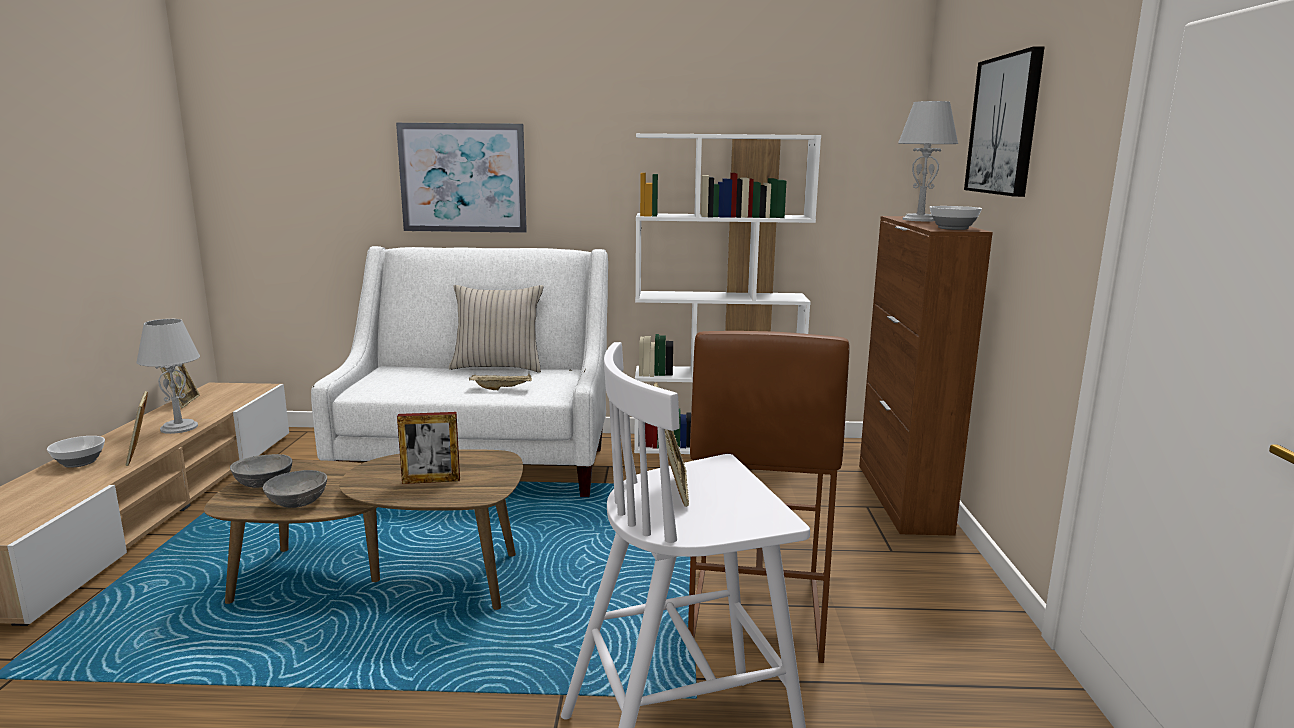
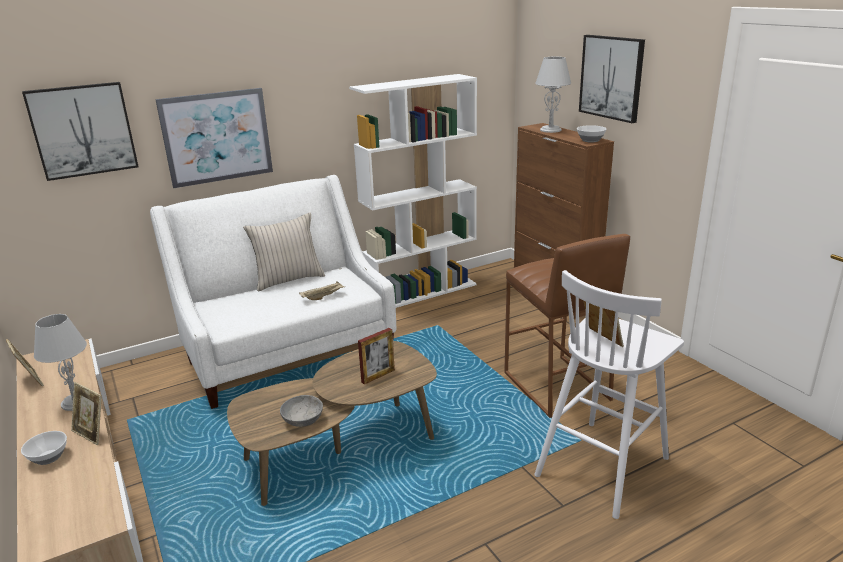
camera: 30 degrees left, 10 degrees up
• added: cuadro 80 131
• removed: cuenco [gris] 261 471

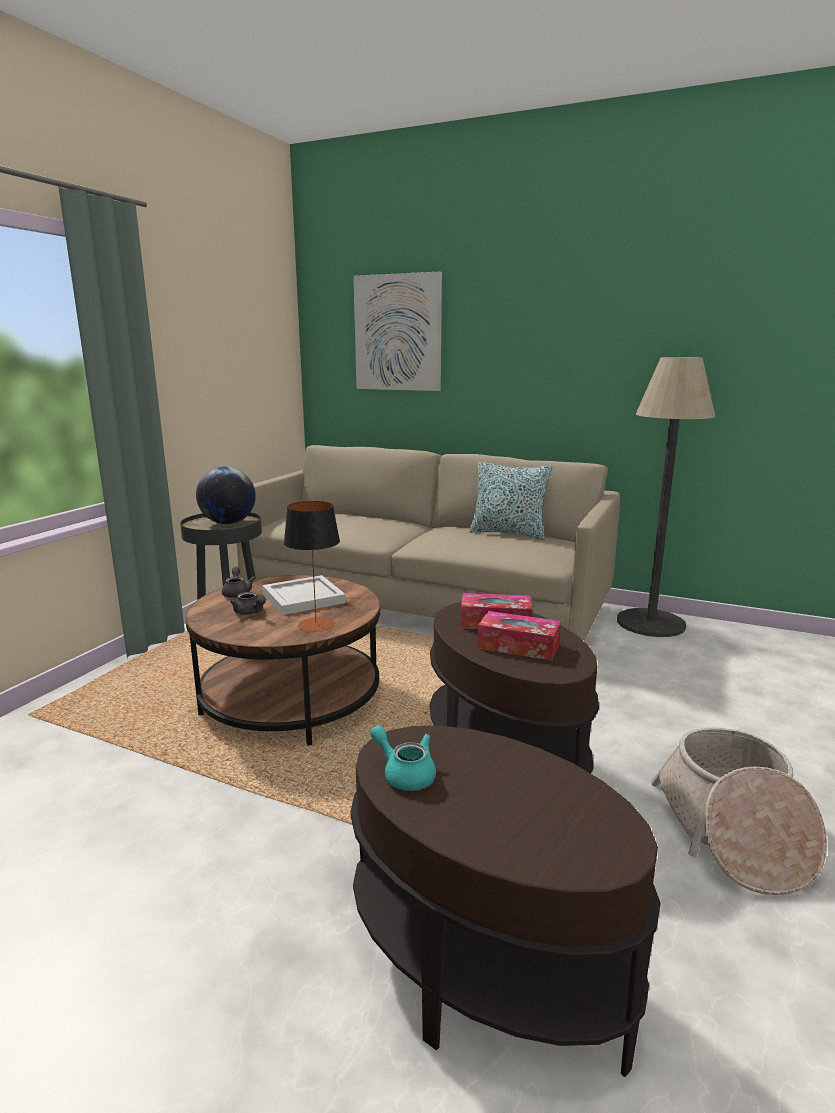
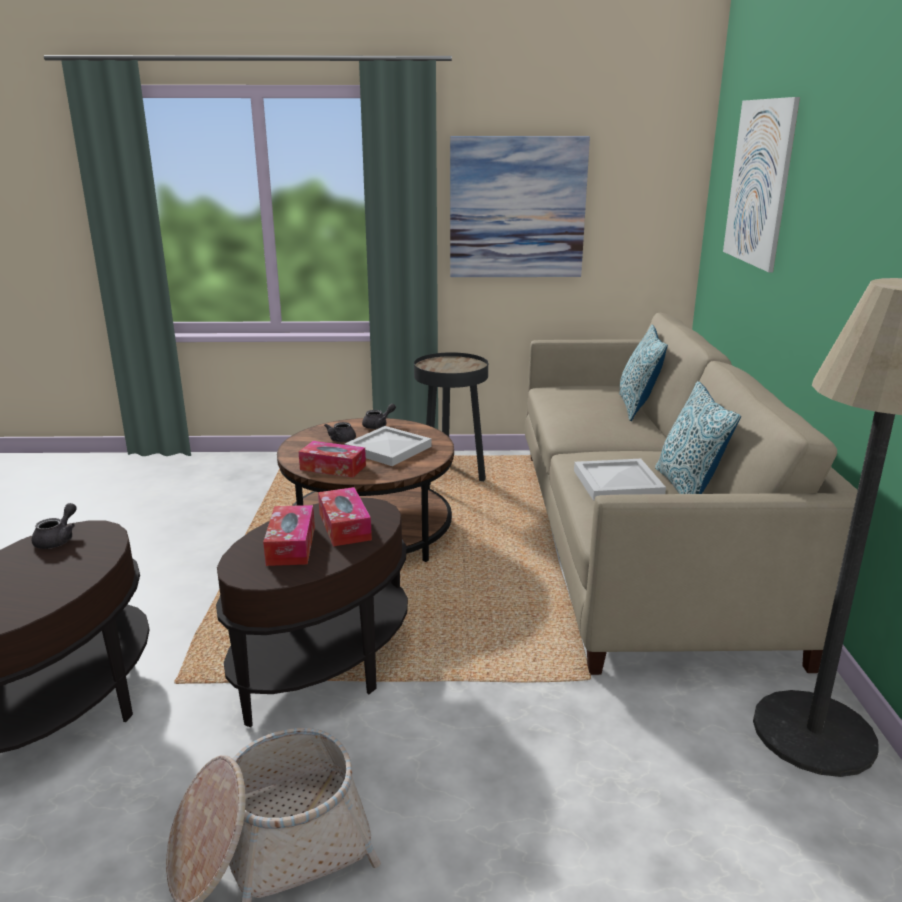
camera: 65 degrees right, 5 degrees up
• recoloured: tetera [turquesa] 403 758 to tetera [gris] 54 526
• replaced: lámpara de mesa 312 566 to caja de pañuelos 332 459
• added: cuadro 520 206
• added: bandeja [blanco] 620 480
• added: cojín 643 373
• removed: globo terráqueo 226 495

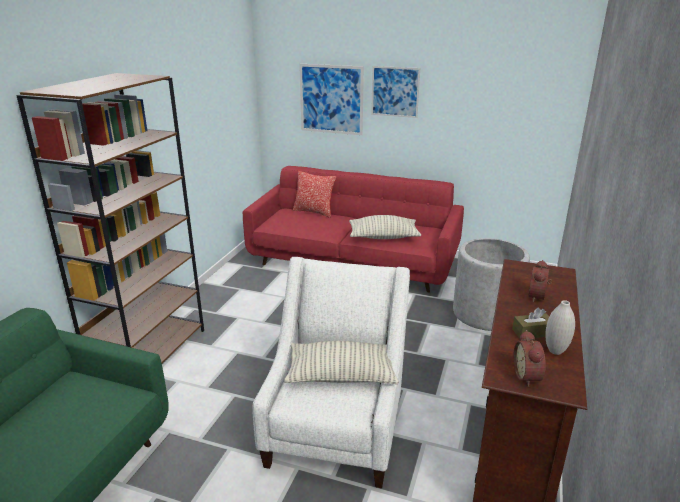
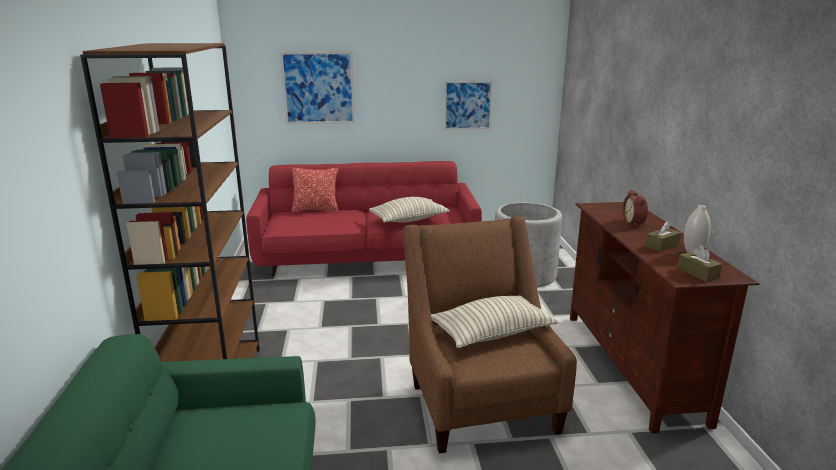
camera: 25 degrees left, 5 degrees down
• recoloured: sillón [blanco] 331 372 to sillón [marrón] 490 335
• moved: cuadro 395 92 to 468 105
• replaced: despertador 529 358 to caja de pañuelos [marrón] 699 263

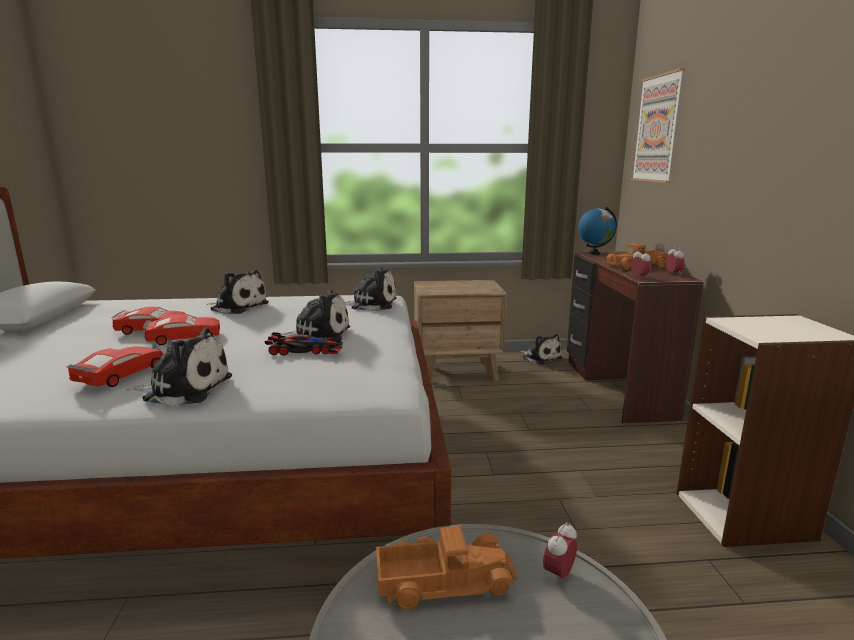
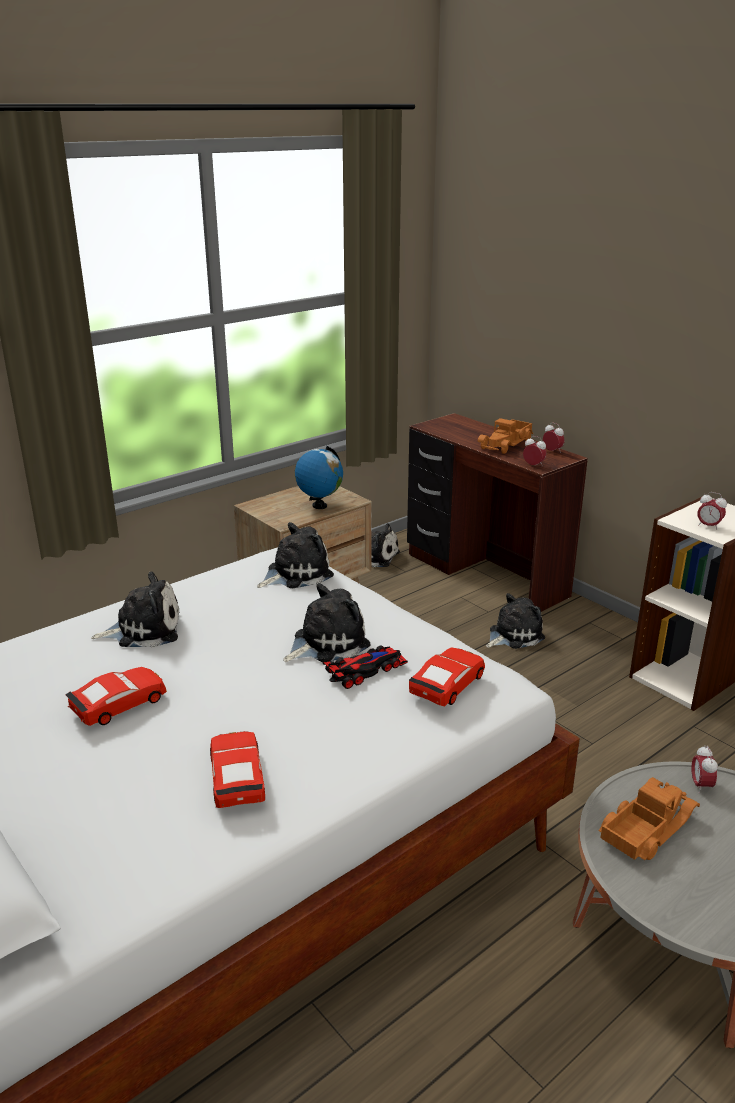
camera: 35 degrees left, 10 degrees up
• moved: globo terráqueo 597 231 to 319 477
• moved: coche de juguete [rojo] 181 329 to 447 676
• moved: peluche 179 367 to 515 621
• added: despertador 712 511
• removed: cuadro 658 125

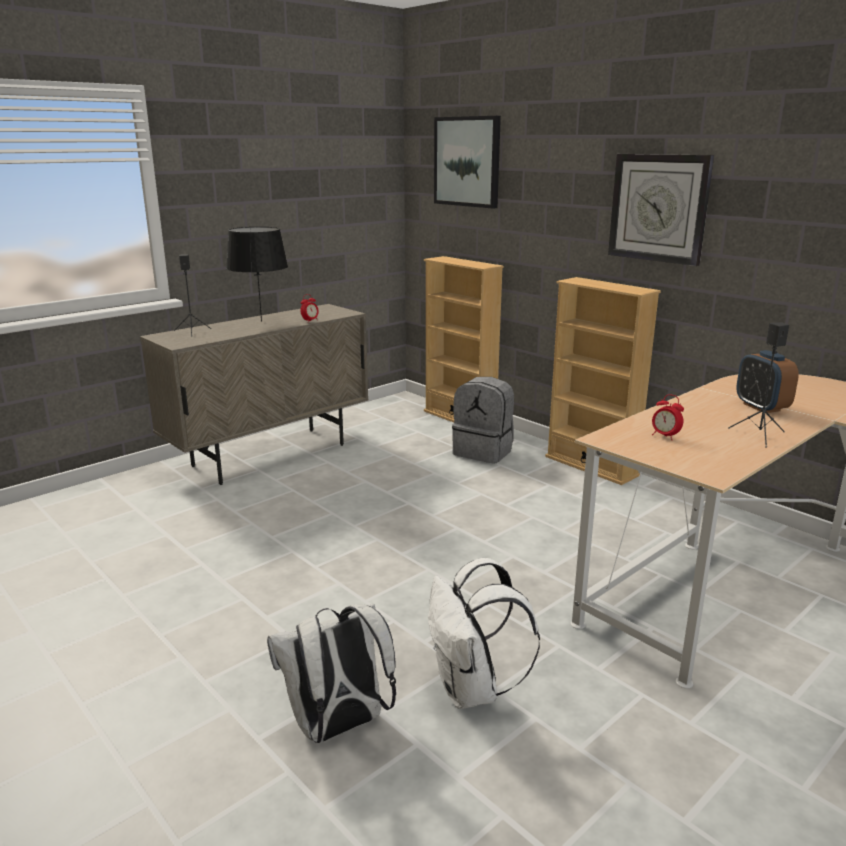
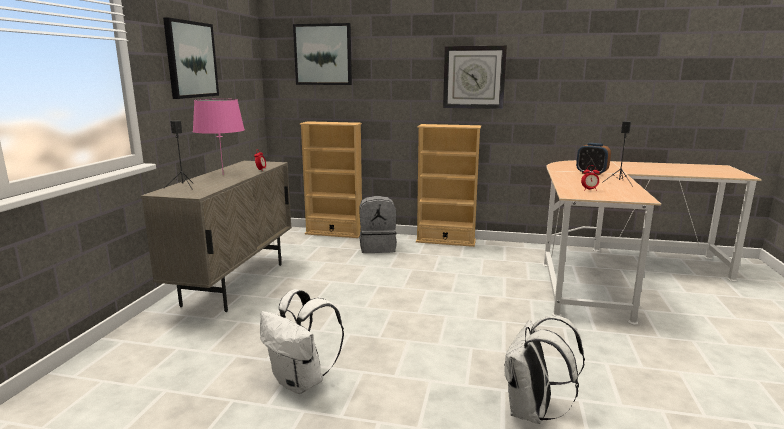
camera: 35 degrees left, 5 degrees down
• added: cuadro 191 58
• recoloured: lámpara de mesa [negro] 257 274 to lámpara de mesa [rosa] 219 137
• moved: mochila [blanco] 484 633 to 302 341

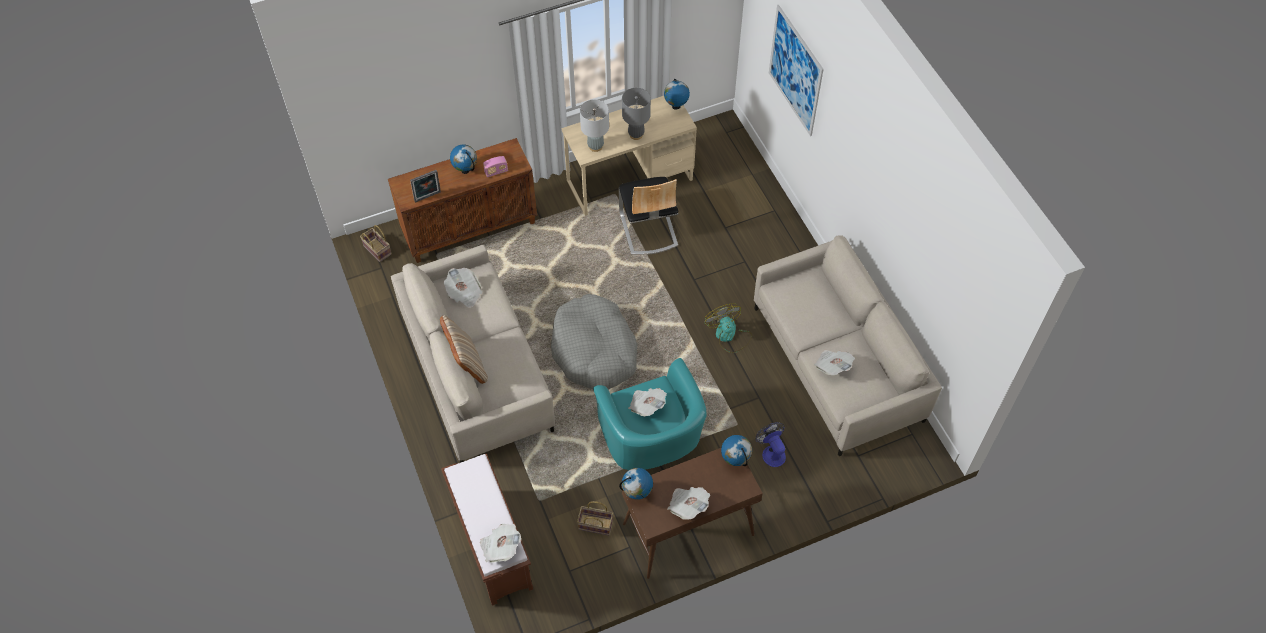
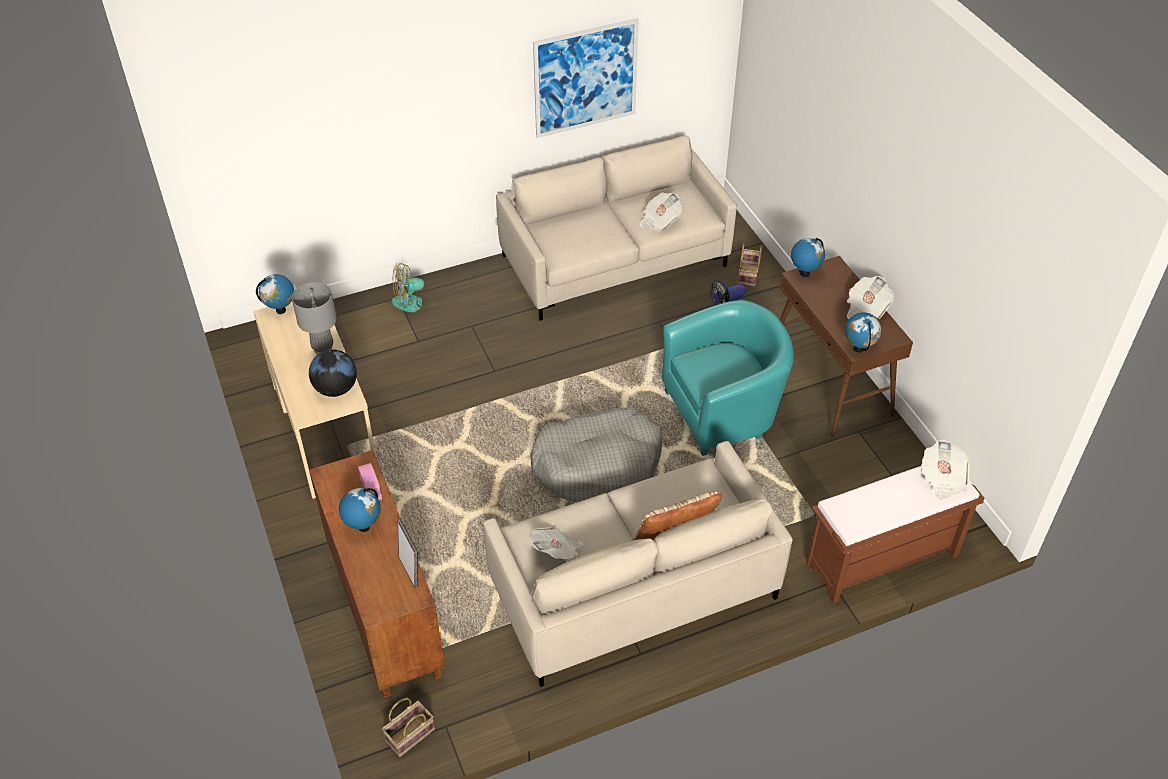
camera: 90 degrees left, 10 degrees down
• replaced: lámpara de mesa [gris] 594 125 to globo terráqueo 333 373
• moved: ventilador 728 328 to 415 287
• moved: cuadro 796 70 to 586 78
• moved: cesta 595 518 to 750 265
• removed: silla 648 216
• removed: periódico 647 402

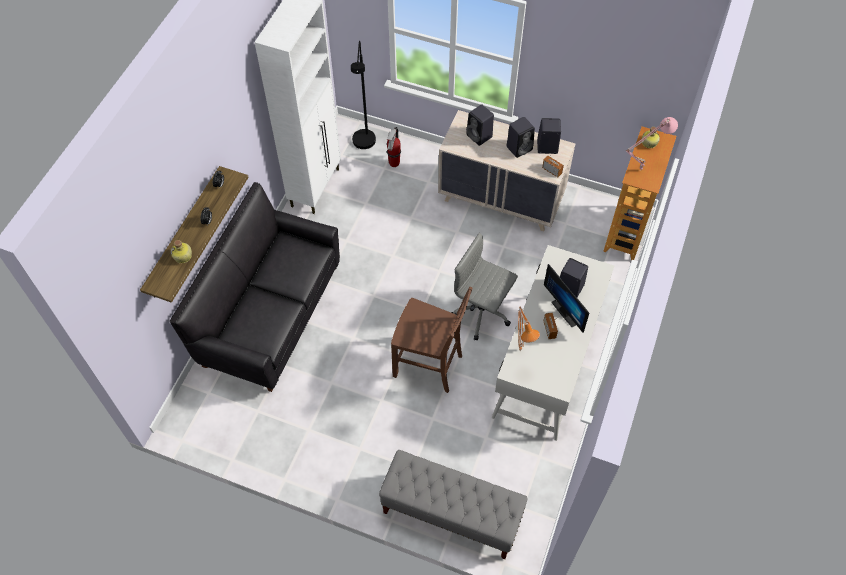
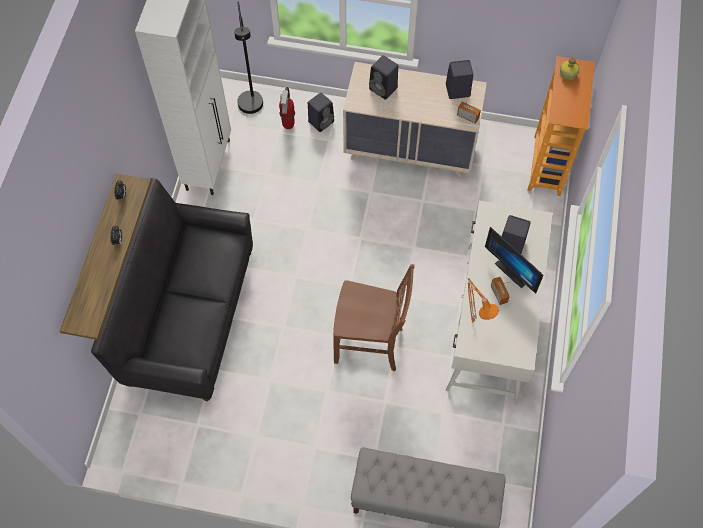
camera: 10 degrees left, 5 degrees up
• moved: altavoz [negro] 520 137 to 321 112
• removed: botella 181 251
• removed: silla de oficina [gris] 484 287
• removed: lámpara de mesa [rosa] 652 143

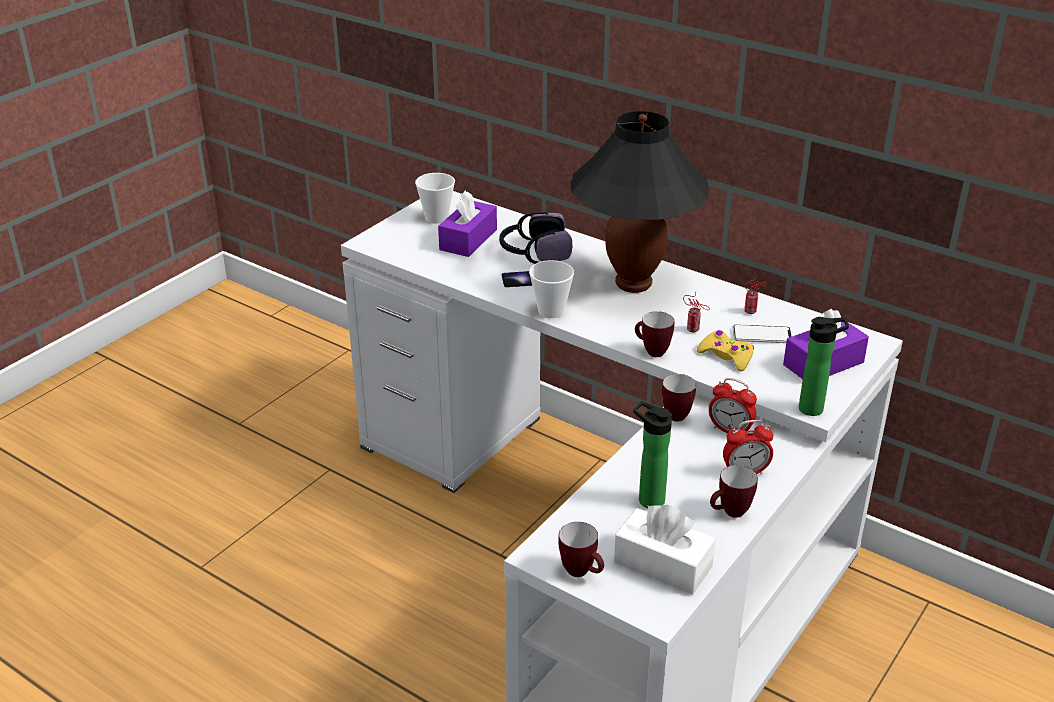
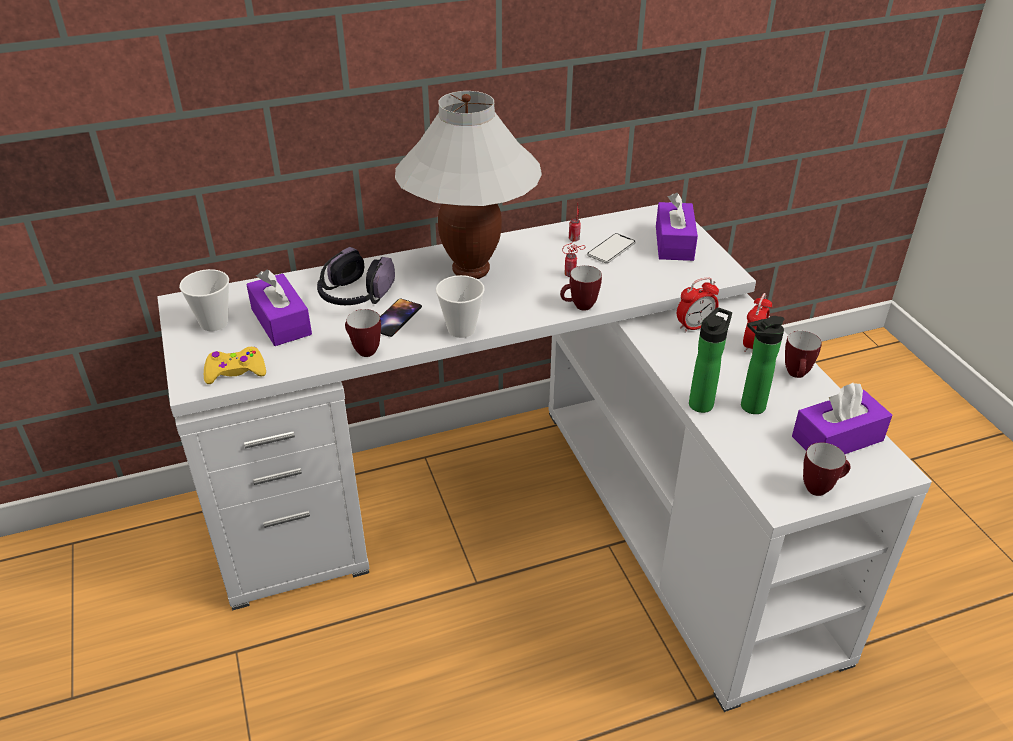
camera: 55 degrees left, 5 degrees up
• moved: mando de consola [amarillo] 725 350 to 235 365
• moved: taza grande 679 398 to 363 333
• recoloured: lámpara de mesa [negro] 640 202 to lámpara de mesa [blanco] 468 185
• moved: botella 824 366 to 710 360
• recoloured: caja de pañuelos [blanco] 665 550 to caja de pañuelos [morado] 842 418

